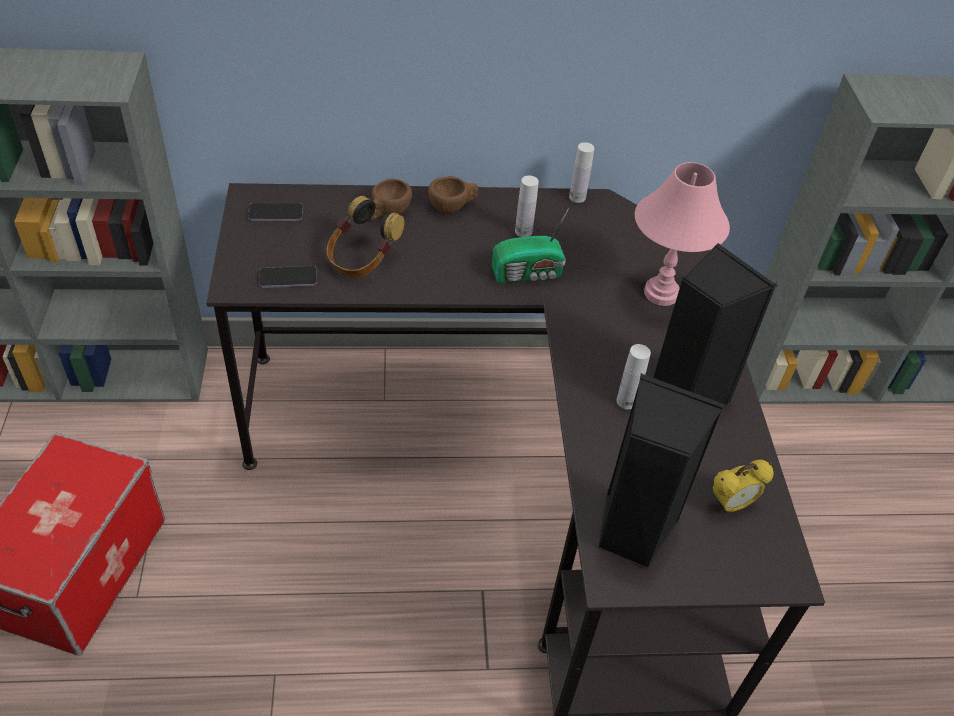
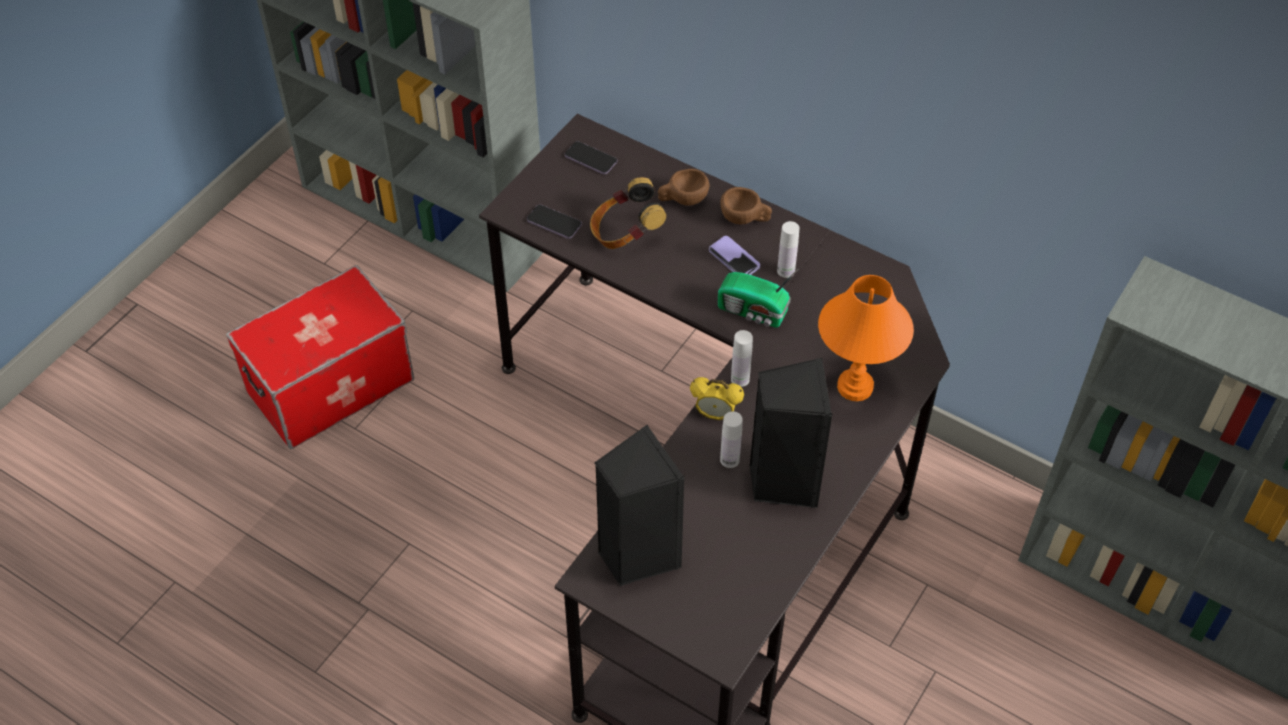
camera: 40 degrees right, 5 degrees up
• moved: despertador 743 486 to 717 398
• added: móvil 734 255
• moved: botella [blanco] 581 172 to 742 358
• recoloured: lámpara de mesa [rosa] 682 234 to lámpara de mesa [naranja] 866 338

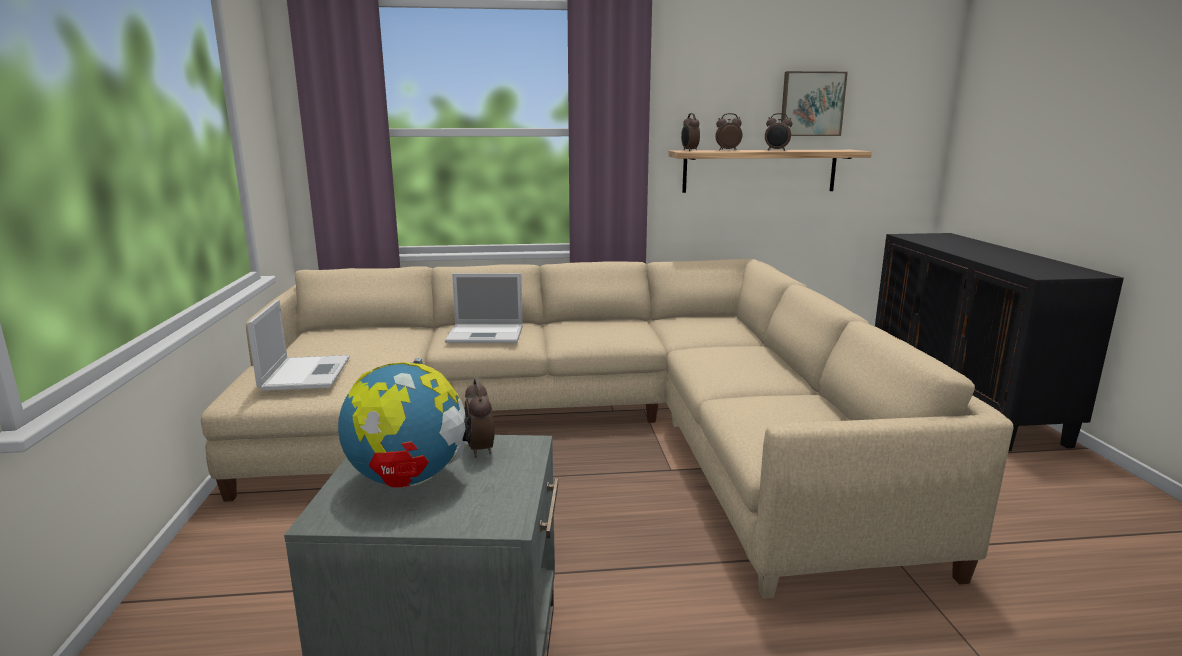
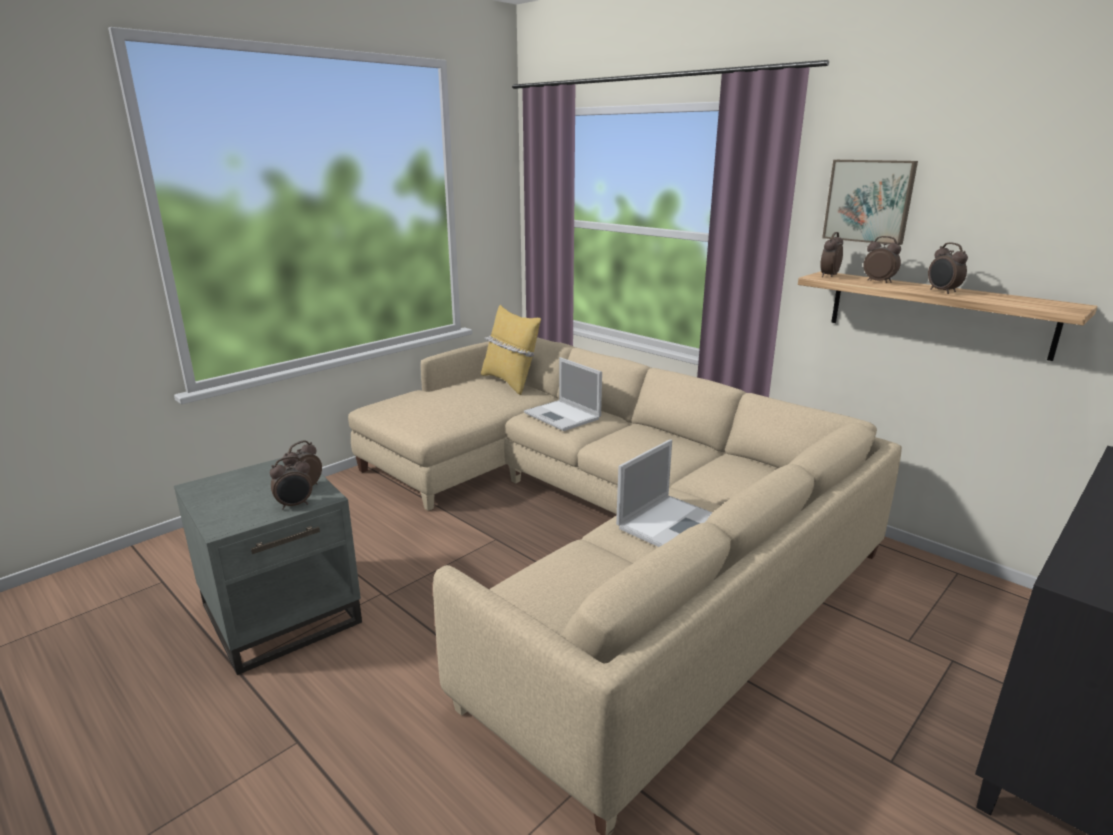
camera: 50 degrees right, 5 degrees up
• added: despertador 291 483
• added: cojín [amarillo] 511 350
• moved: portátil 298 345 to 664 493
• moved: cuadro 814 103 to 870 202
• removed: globo terráqueo 404 423

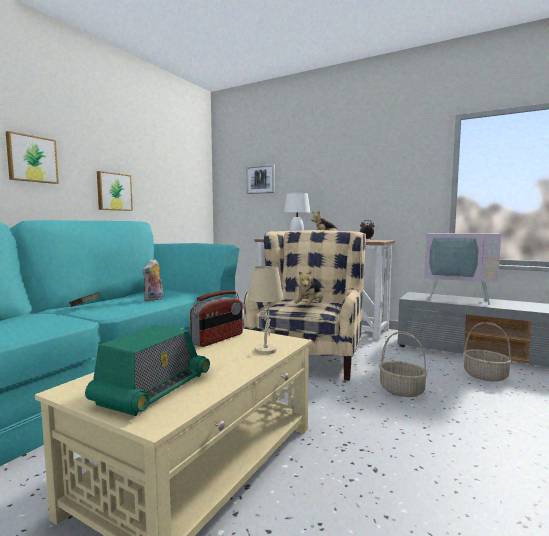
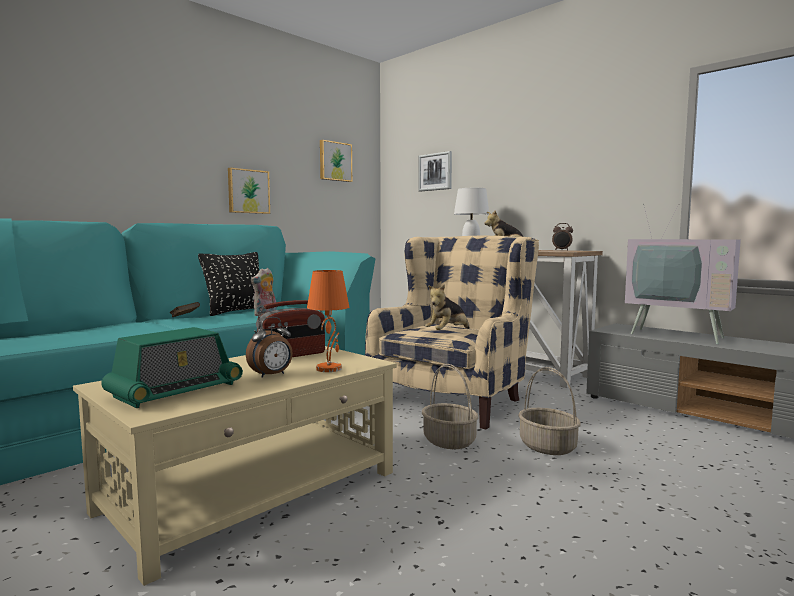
camera: 15 degrees right, 0 degrees up
• added: cojín [negro] 228 284
• added: despertador 269 347
• recoloured: lámpara de mesa [beis] 266 310 to lámpara de mesa [naranja] 328 321
• moved: cuadro 32 157 to 336 161
• moved: cesta 487 352 to 450 406

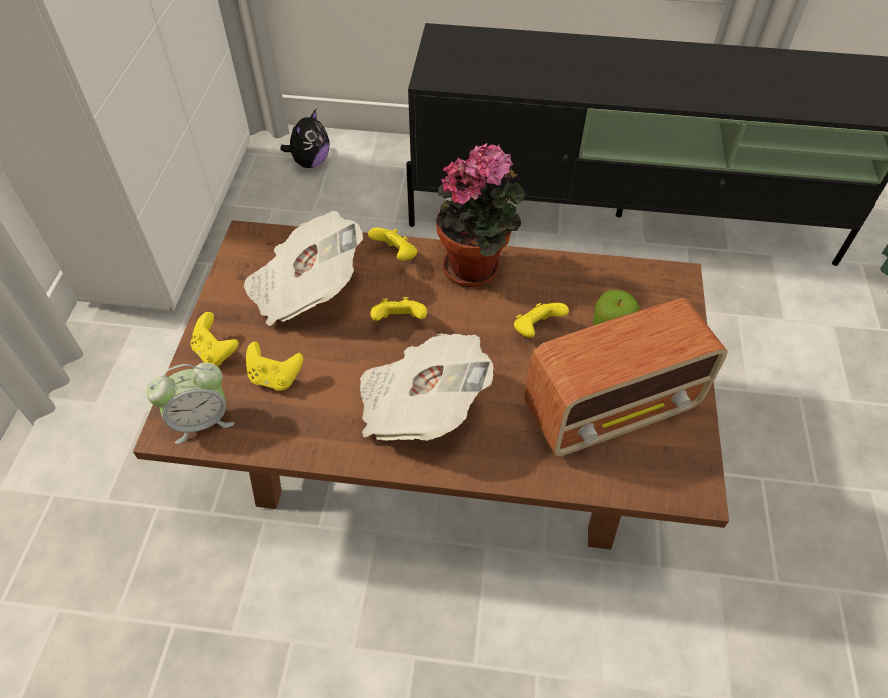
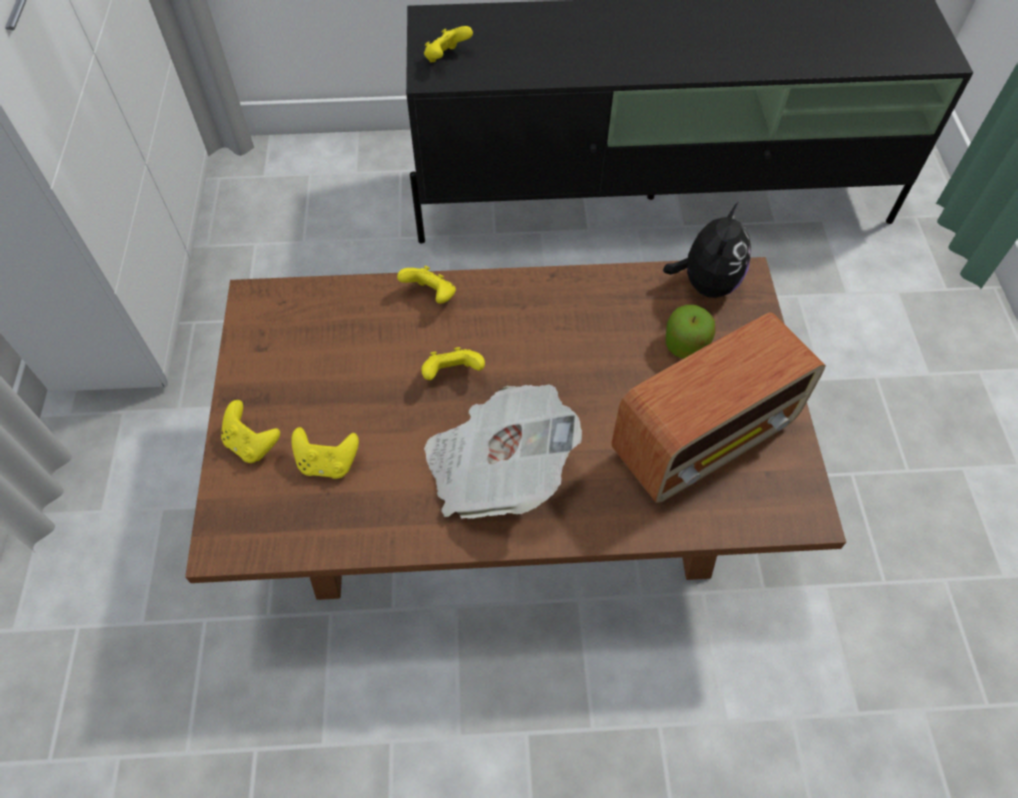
camera: 10 degrees left, 5 degrees up
• moved: mando de consola [amarillo] 541 320 to 448 44
• moved: peluche 305 138 to 707 250
• removed: despertador 190 403
• removed: periódico 303 268
• removed: planta en maceta 481 215

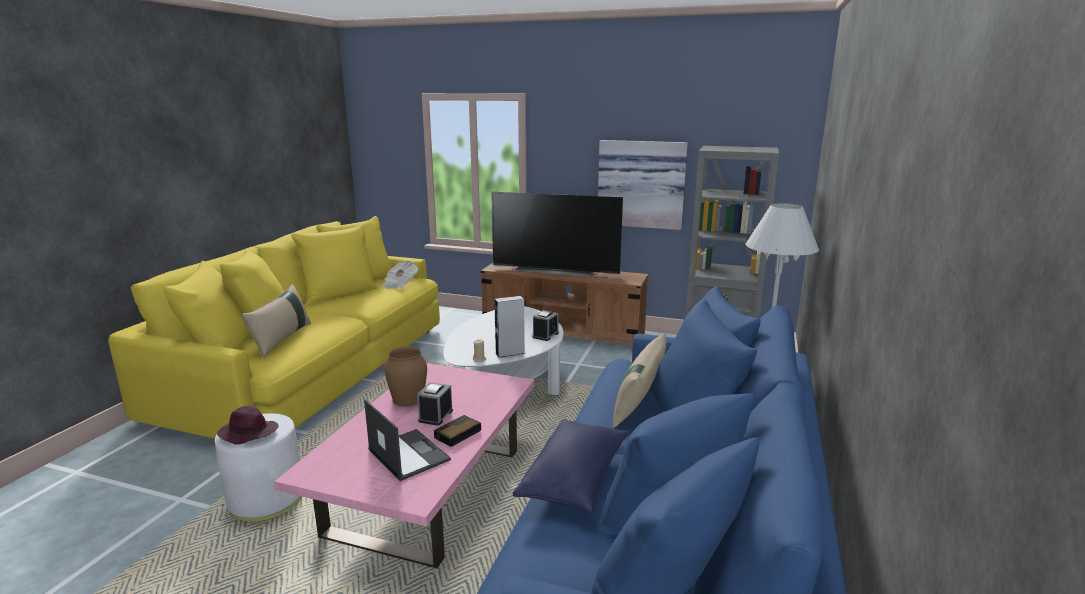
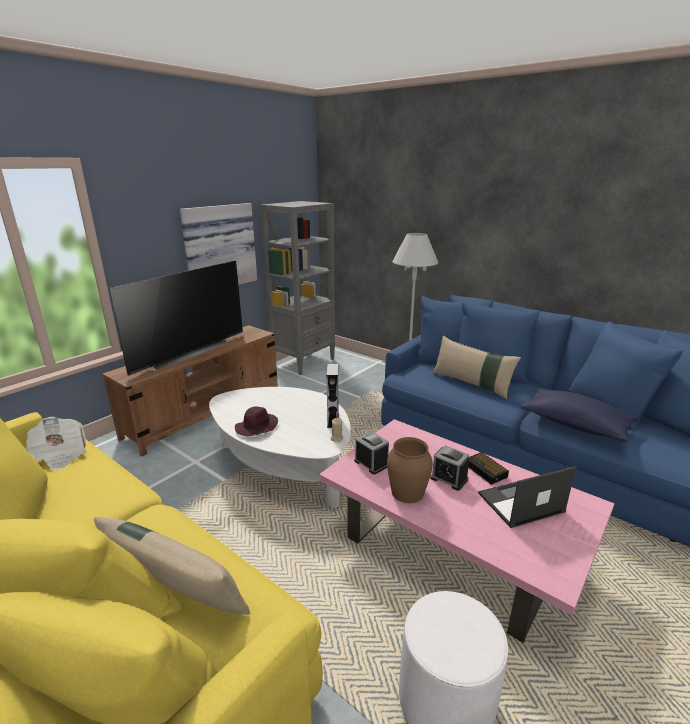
camera: 70 degrees left, 5 degrees up
• moved: sombrero [morado] 248 425 to 256 421
• moved: despertador 546 325 to 371 453

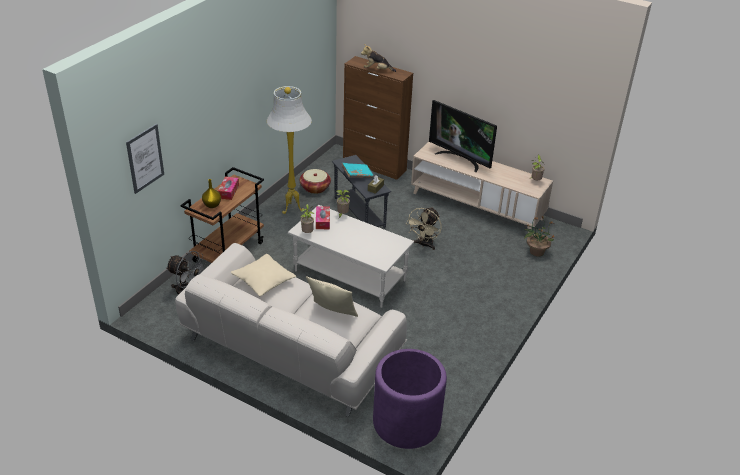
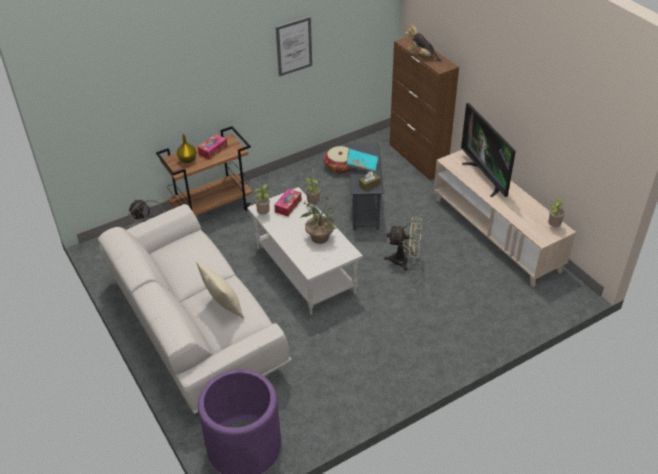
camera: 30 degrees right, 5 degrees up
• moved: cuadro 145 159 to 294 46
• moved: planta en maceta 539 236 to 318 220
• turned: ventilador [beis] 424 228 = 403 244 135 degrees counterclockwise
• removed: cojín [beis] 263 275
• removed: lámpara de pie [blanco] 289 150

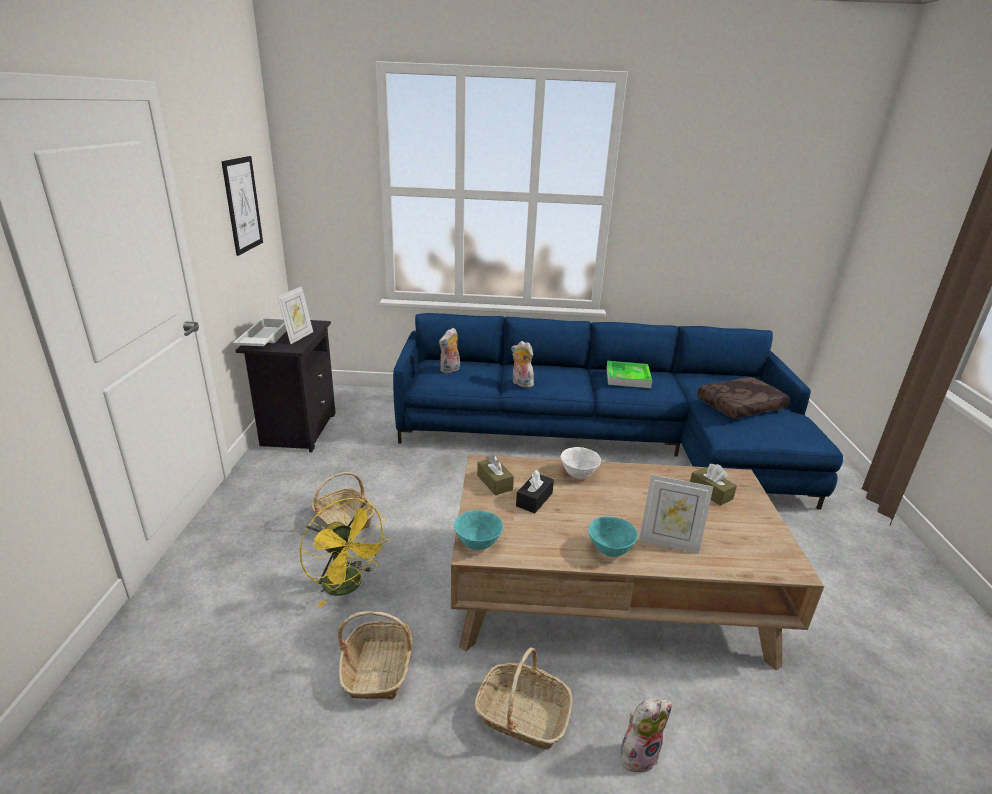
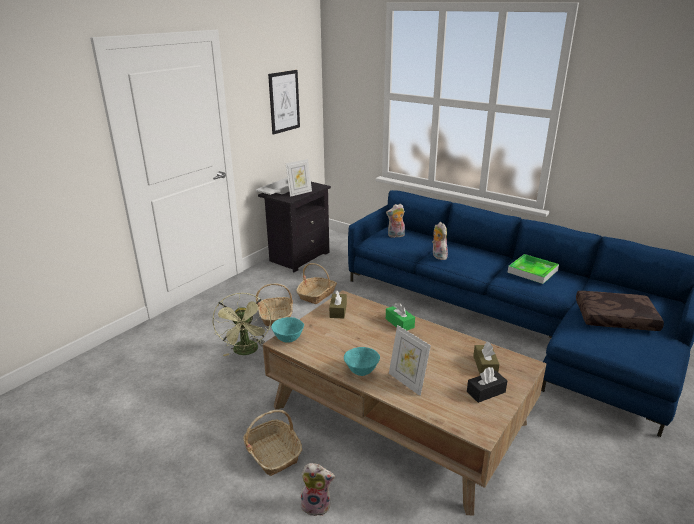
camera: 35 degrees right, 0 degrees up
• recoloured: ventilador [amarillo] 344 553 to ventilador [verde] 242 324
• moved: cesta 375 655 to 316 283
• replaced: cuenco [blanco] 581 463 to caja de pañuelos [verde] 400 316
• moved: caja de pañuelos [negro] 535 491 to 487 385

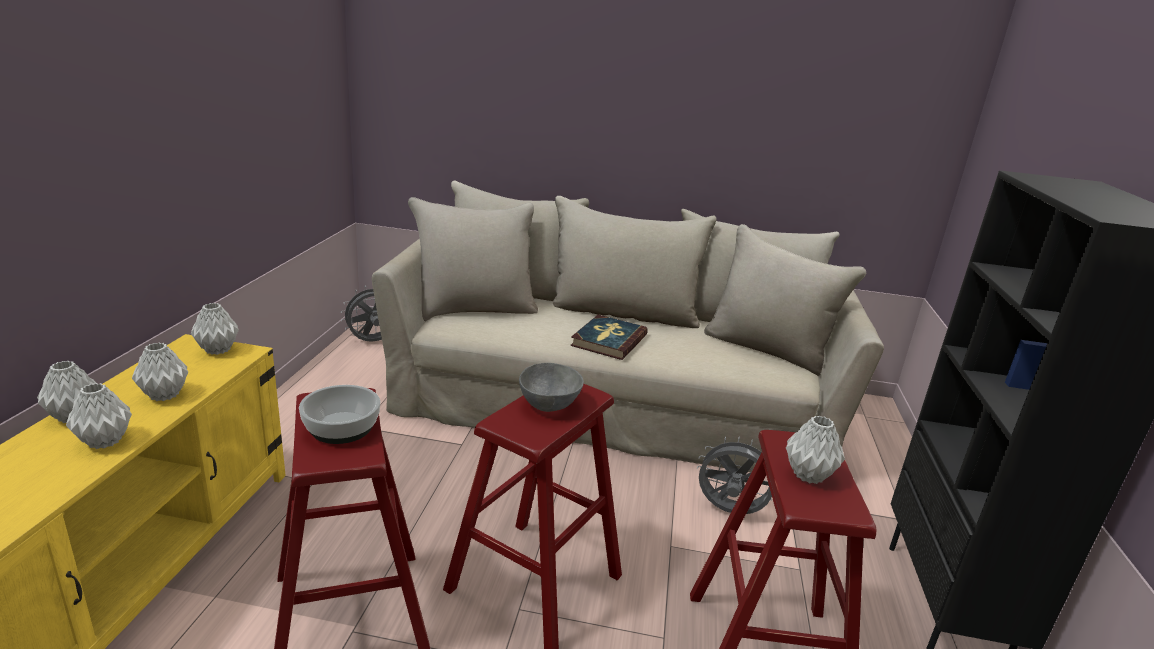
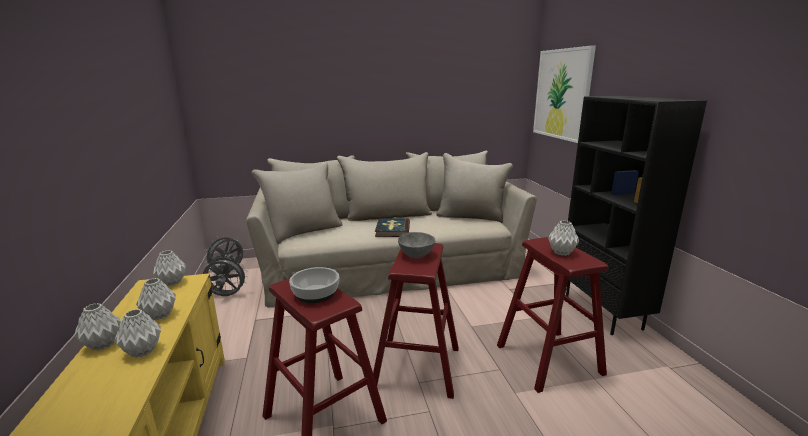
camera: 20 degrees left, 5 degrees down
• moved: ventilador [gris] 734 475 to 225 275
• added: cuadro 564 94

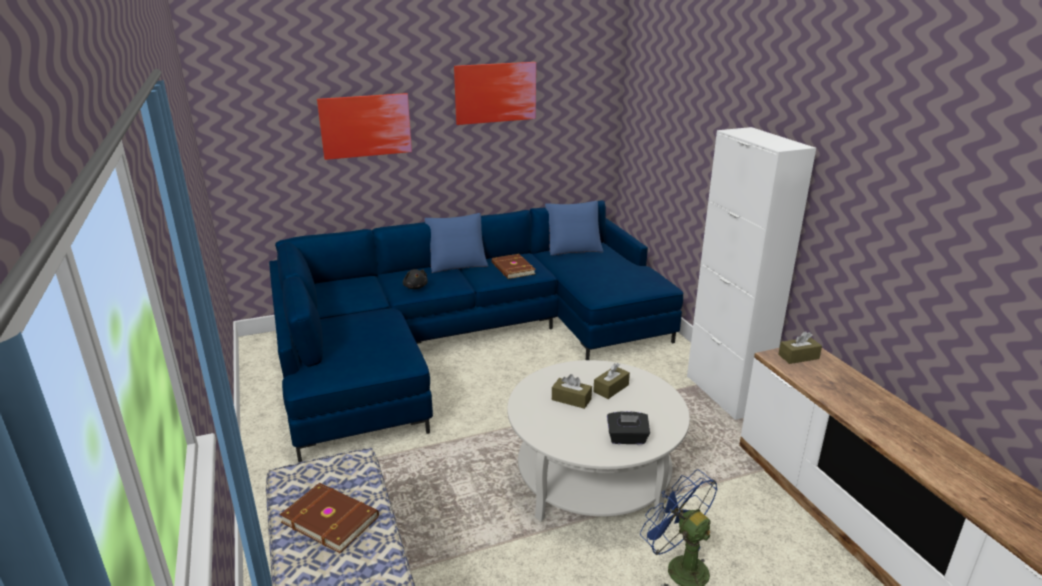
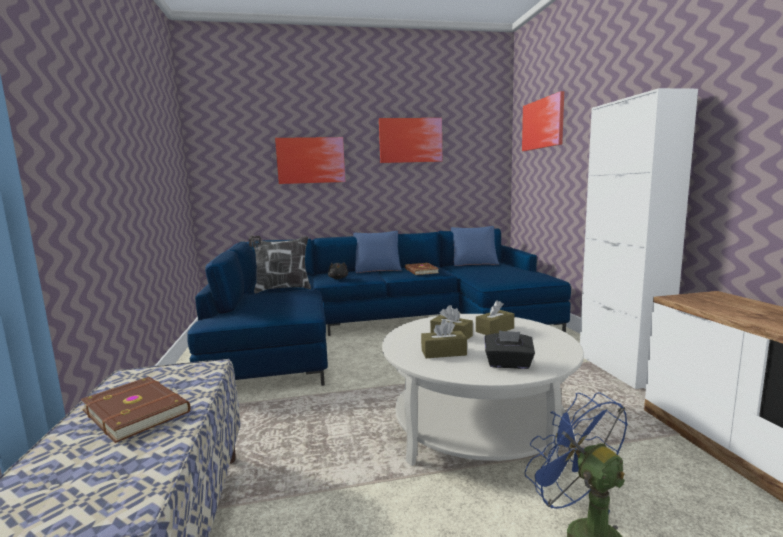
camera: 10 degrees right, 15 degrees down
• added: cojín 280 264
• moved: caja de pañuelos [marrón] 800 347 to 444 338
• added: cuadro 543 121

